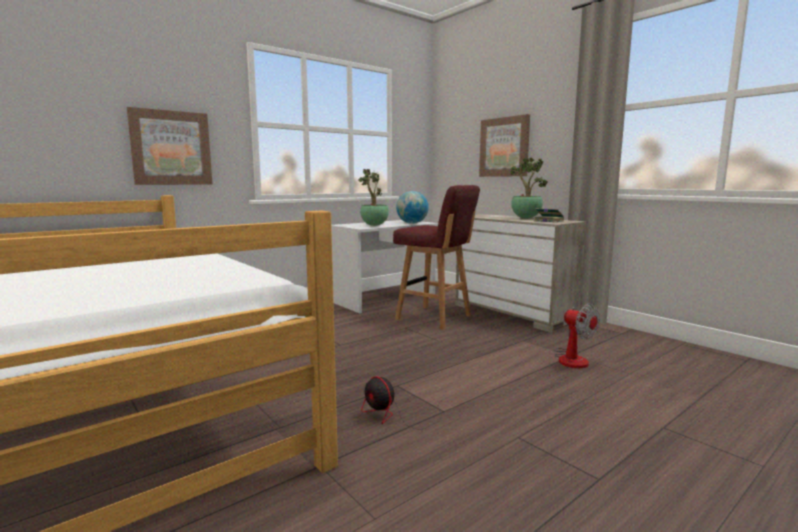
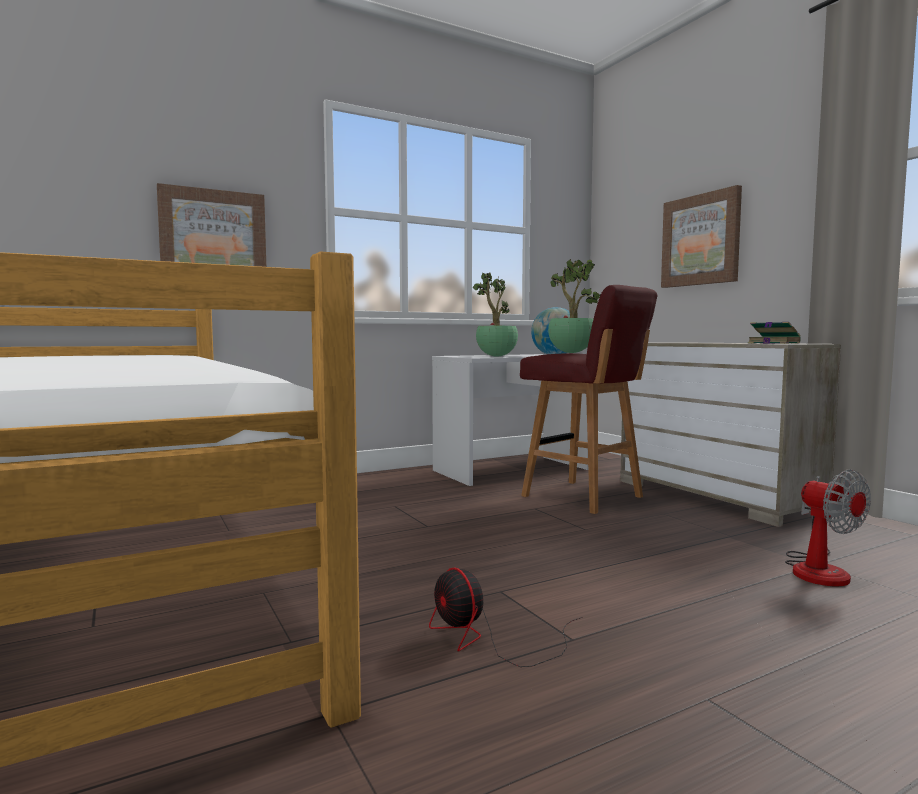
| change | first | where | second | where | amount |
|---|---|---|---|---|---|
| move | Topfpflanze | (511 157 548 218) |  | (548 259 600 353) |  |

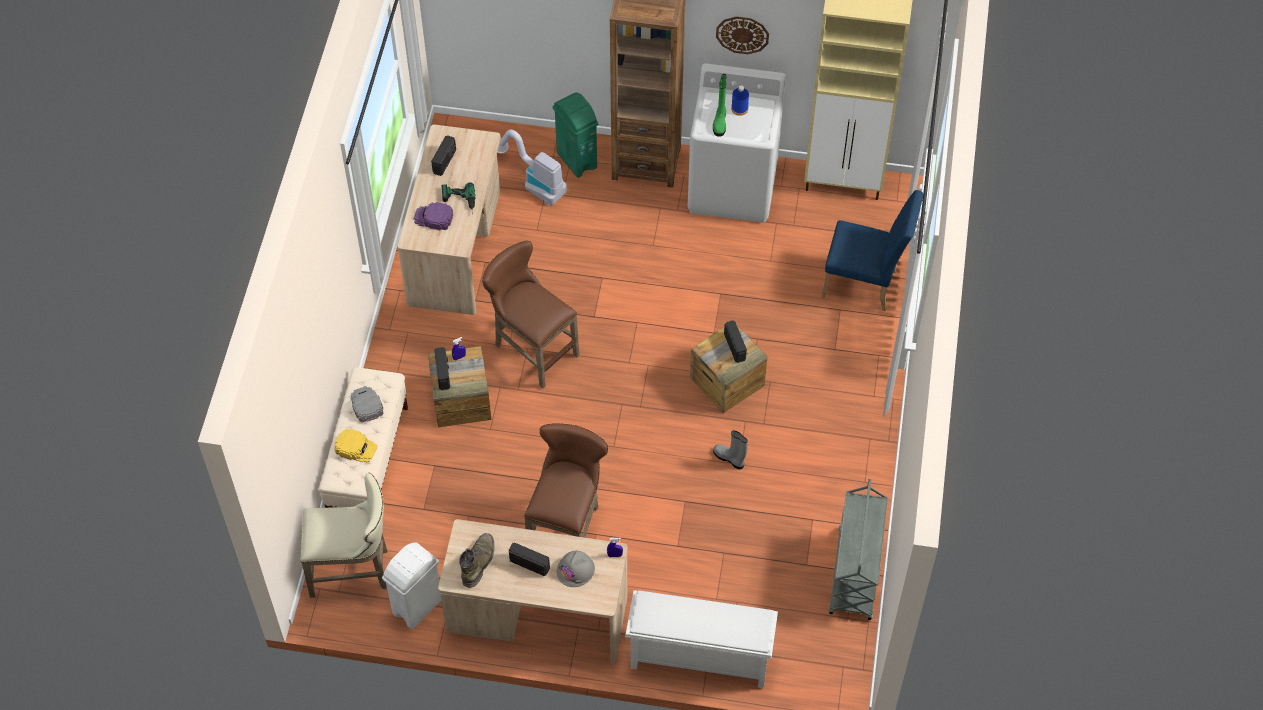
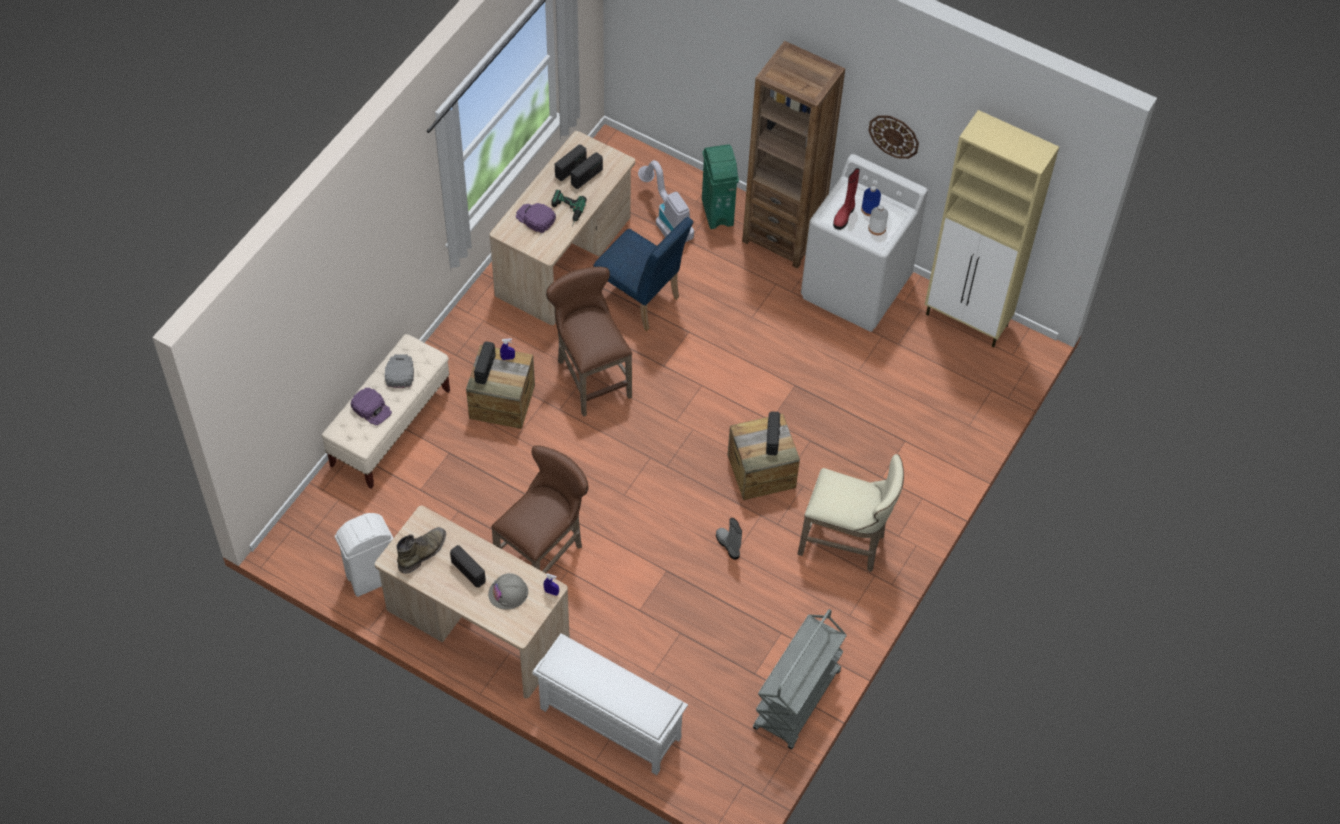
| change | first | where | second | where | amount |
|---|---|---|---|---|---|
| move | Hocker [beige] | (301 473 388 598) |  | (797 454 904 572) |  |
| recolor | Kappe [gelb] | (335 429 377 463) | Kappe [lila] | (351 388 392 426) |  |
| recolor | Stiefel [grün] | (713 74 726 137) | Stiefel [rot] | (833 168 860 230) |  |
| move | Stuhl [blau] | (822 190 923 311) |  | (593 217 694 331) |  |
| insert |  |  | Radio | (570 153 603 189) |  |
| insert |  |  | Flasche [weiß] | (868 205 888 235) |  |

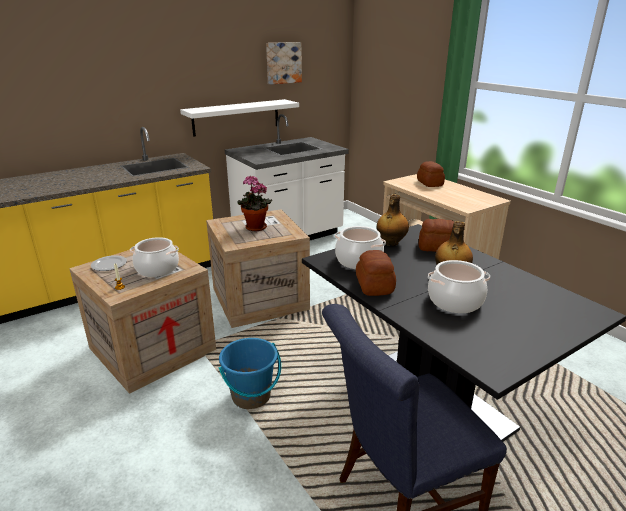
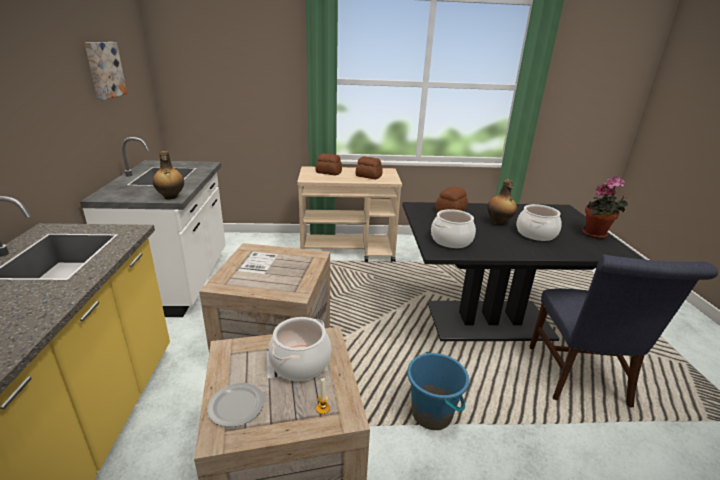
| change | first | where | second | where | amount |
|---|---|---|---|---|---|
| delete | Wandregal [weiß] | (180 99 299 137) |  |  |  |
| move | Topfpflanze | (237 175 272 232) |  | (582 176 628 239) |  |
| move | Brot | (356 250 396 296) |  | (355 156 383 180) |  |
| move | Flasche | (377 194 409 246) |  | (153 151 184 200) |  |

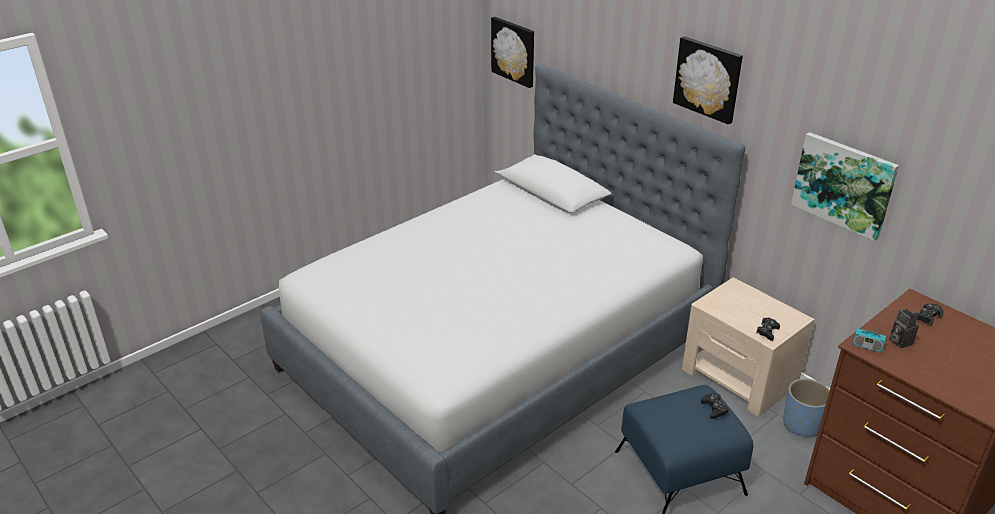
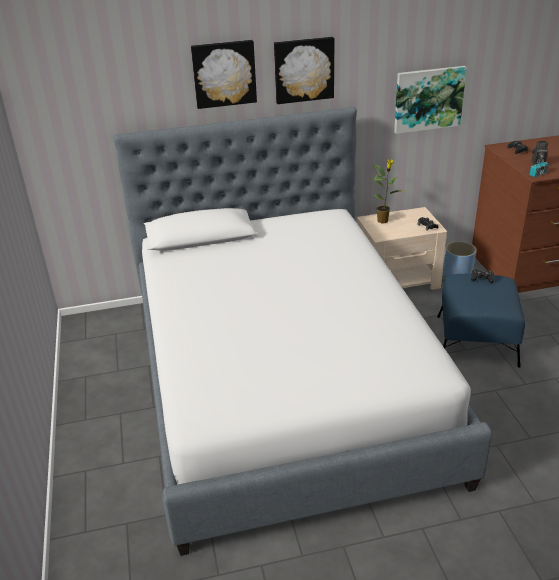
| change | first | where | second | where | amount |
|---|---|---|---|---|---|
| move | Bild | (491 17 534 88) |  | (191 40 257 109) |  |
| insert |  |  | Topfpflanze | (369 159 404 223) |  |

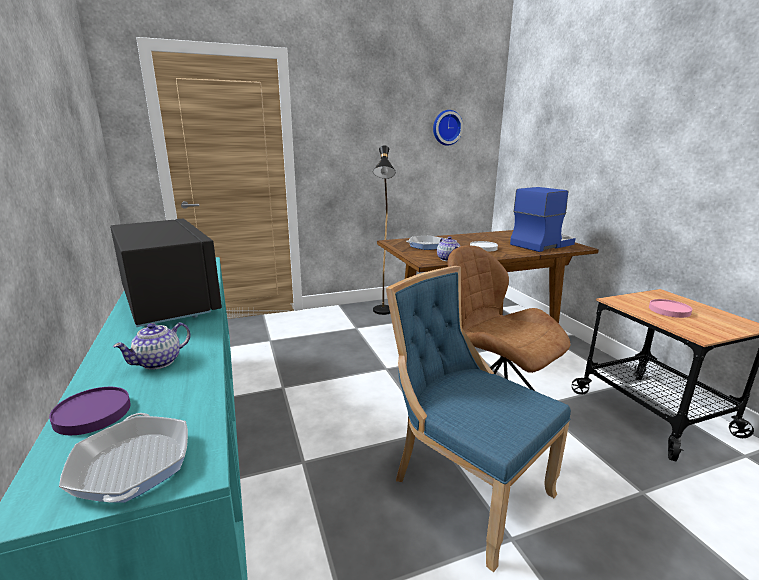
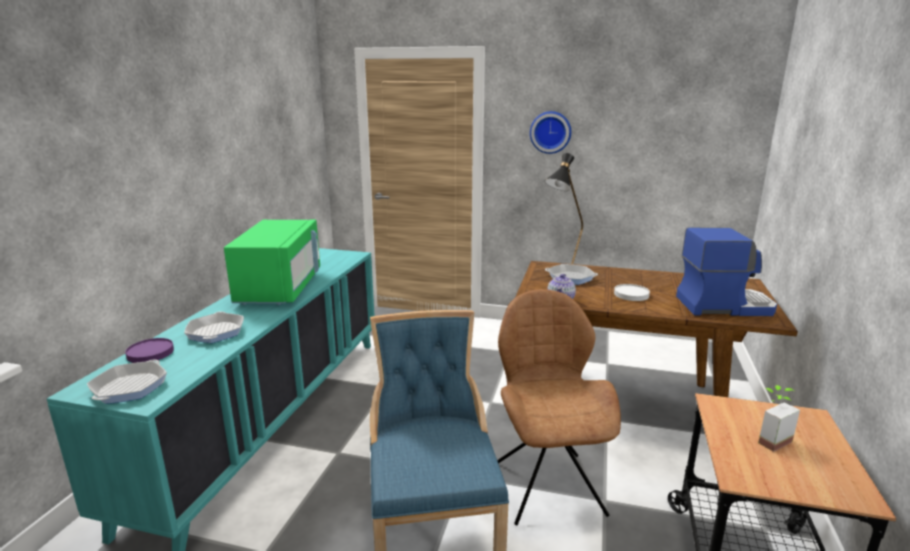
| change | first | where | second | where | amount |
|---|---|---|---|---|---|
| recolor | Mikrowelle [schwarz] | (110 218 222 328) | Mikrowelle [grün] | (224 219 320 305) |  |
| replace | Teekanne | (113 322 190 370) | Pfanne | (184 311 244 343) |  |
| move | Wanduhr | (433 110 463 146) |  | (530 111 571 154) |  |
| replace | Teller [rosa] | (649 299 692 318) | Topfpflanze | (758 385 800 452) |  |

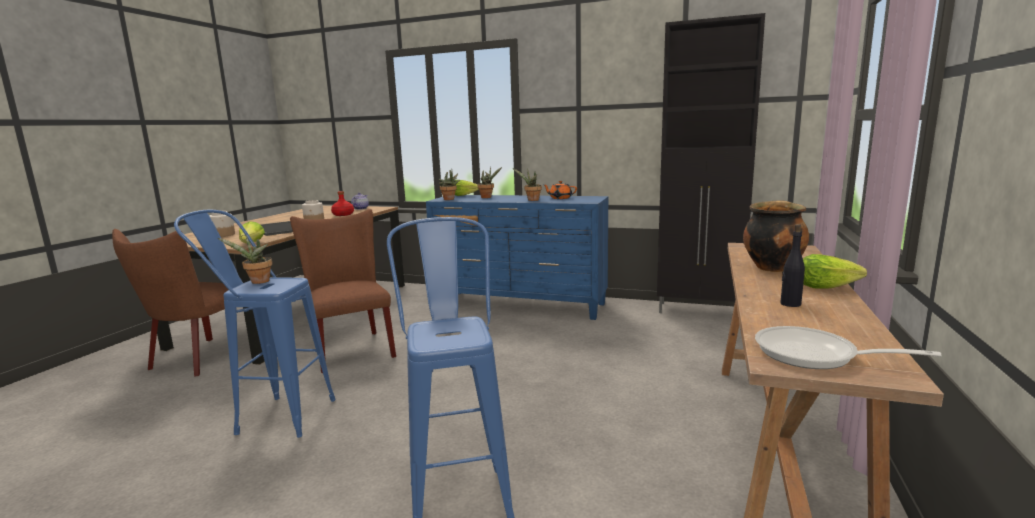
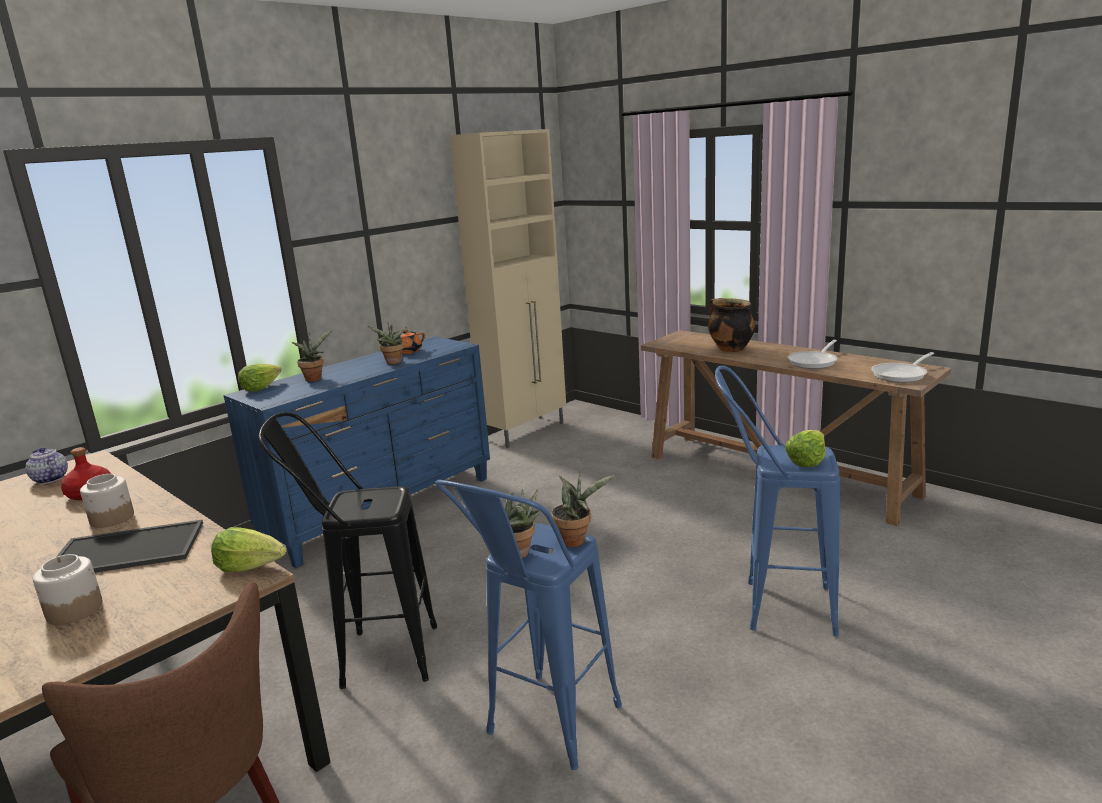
| change | first | where | second | where | amount |
|---|---|---|---|---|---|
| replace | Stuhl [braun] | (290 209 396 373) | Hocker [schwarz] | (258 412 437 689) |  |
| move | Topfpflanze | (438 169 460 200) |  | (551 470 615 547) |  |
| recolor | Schrank [schwarz] | (657 13 765 313) | Schrank [beige] | (450 129 566 448) |  |
| replace | Flasche [schwarz] | (780 224 805 307) | Pfanne | (787 340 838 369) |  |
| move | Salatkopf | (803 254 867 289) |  | (785 430 825 467) |  |

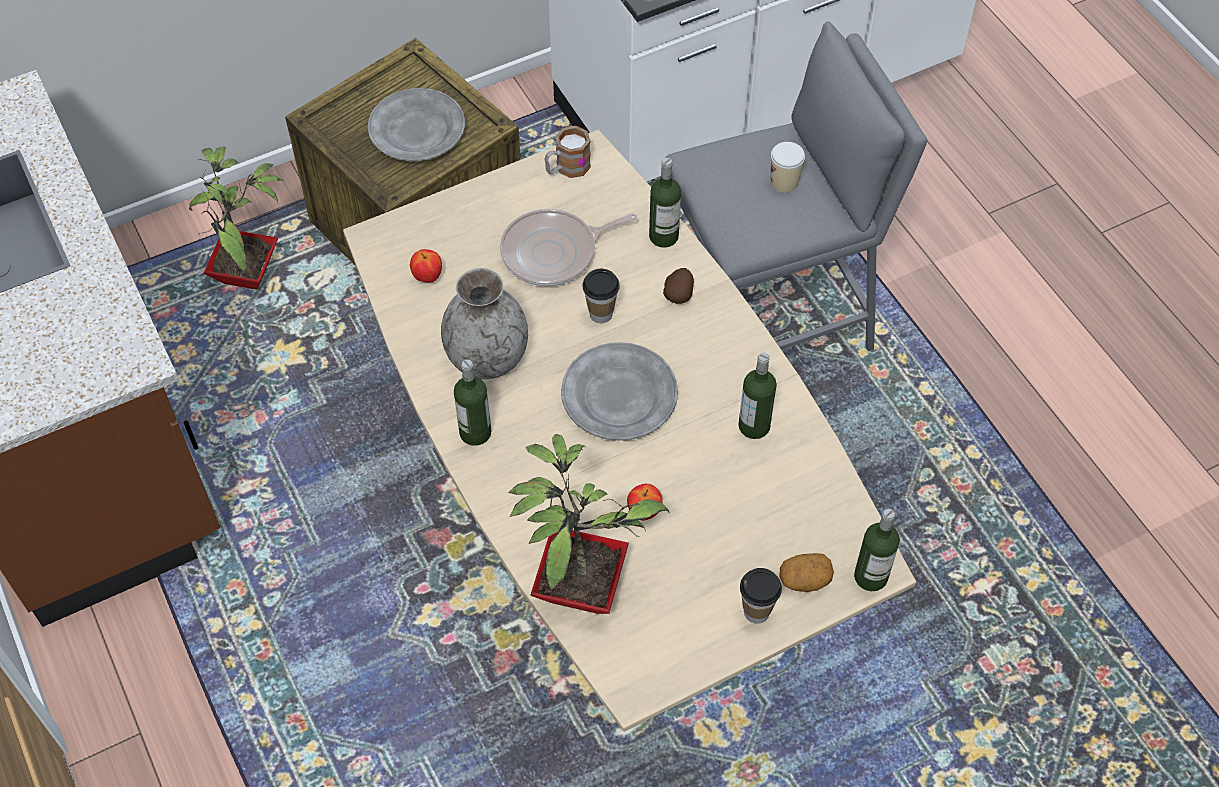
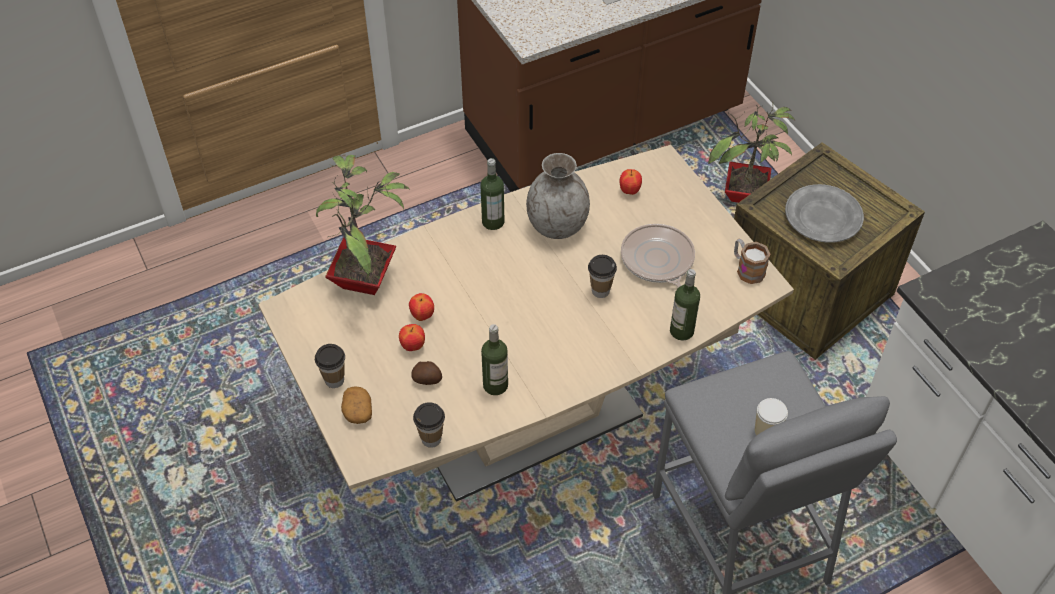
| change | first | where | second | where | amount |
|---|---|---|---|---|---|
| delete | Teller [grau] | (561 342 678 441) |  |  |  |
| move | Kartoffel | (663 268 694 304) |  | (411 361 442 385) |  |
| delete | Flasche | (854 509 900 591) |  |  |  |
| insert |  |  | Apfel | (399 324 425 351) |  |
| insert |  |  | Tasse | (413 402 445 448) |  |

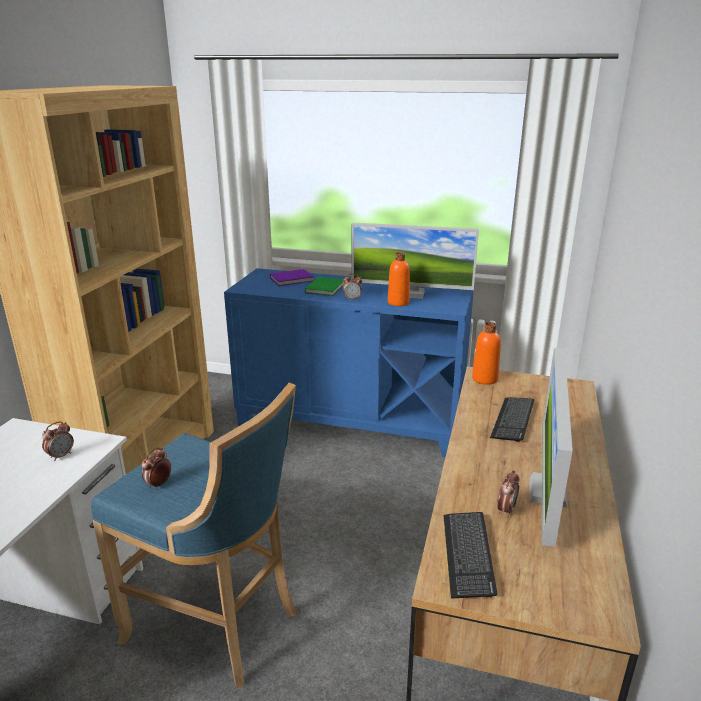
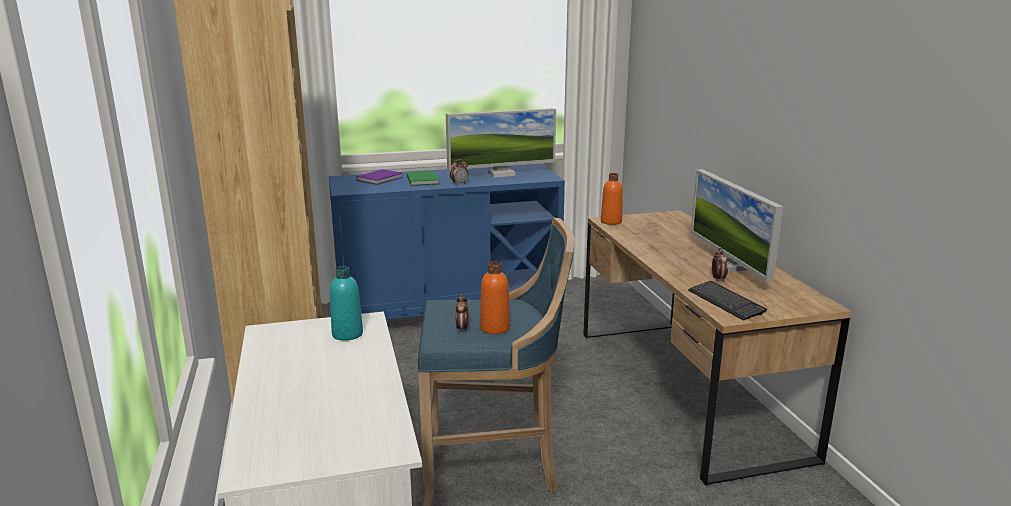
| change | first | where | second | where | amount |
|---|---|---|---|---|---|
| replace | Wecker | (42 421 74 461) | Flasche [türkis] | (330 266 363 341) |  |
| move | Flasche [orange] | (388 252 410 306) |  | (480 261 510 334) |  |
| delete | Tastatur | (490 397 534 443) |  |  |  |

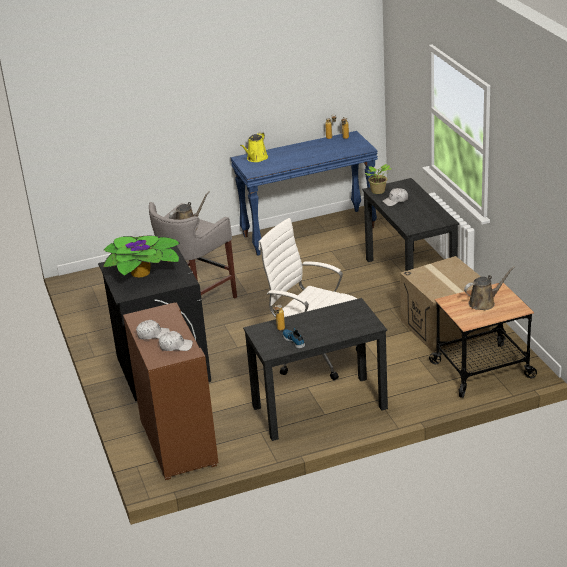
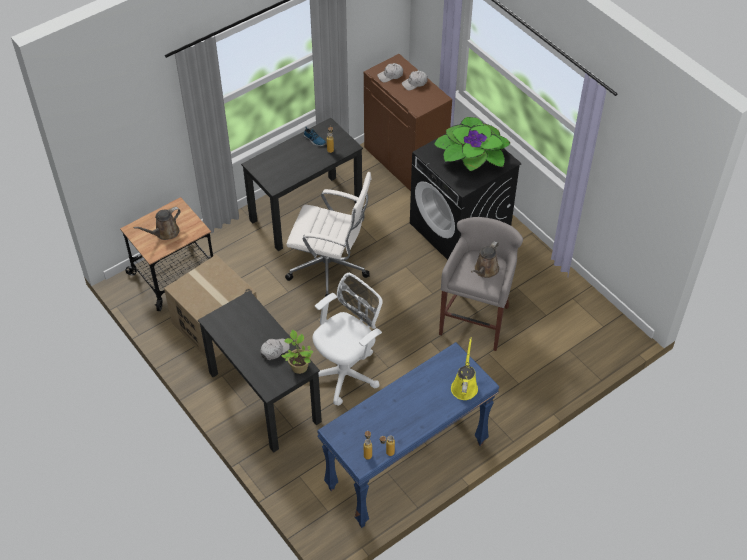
| change | first | where | second | where | amount |
|---|---|---|---|---|---|
| insert |  |  | Bürostuhl [weiß] | (313 273 383 406) |  |

